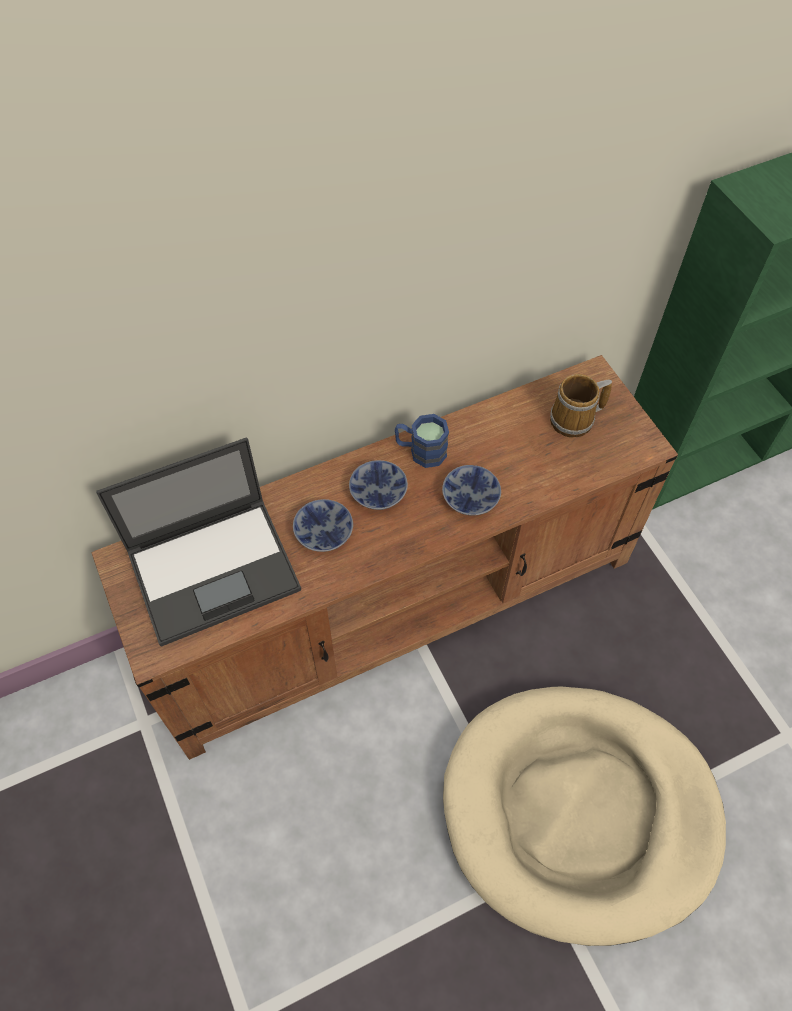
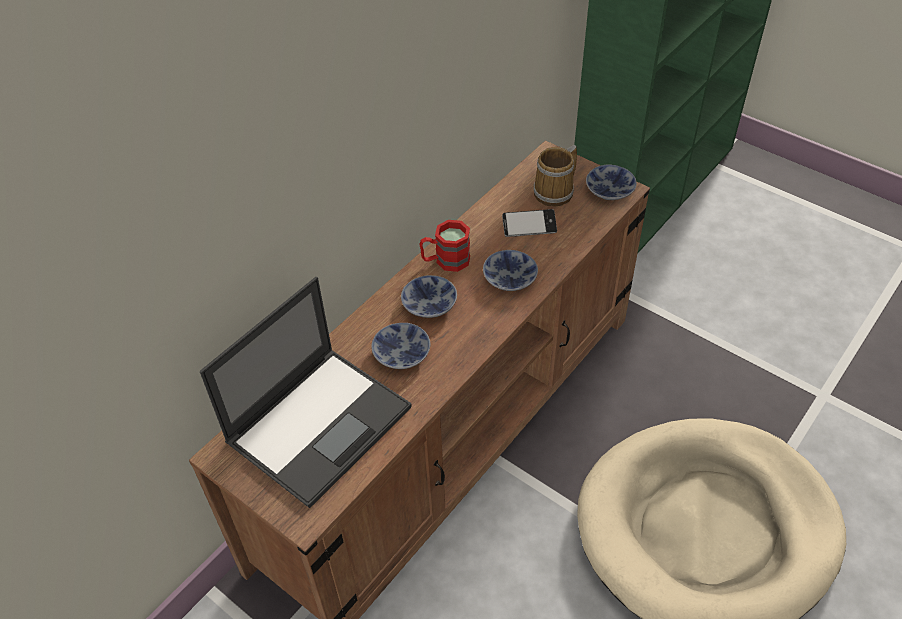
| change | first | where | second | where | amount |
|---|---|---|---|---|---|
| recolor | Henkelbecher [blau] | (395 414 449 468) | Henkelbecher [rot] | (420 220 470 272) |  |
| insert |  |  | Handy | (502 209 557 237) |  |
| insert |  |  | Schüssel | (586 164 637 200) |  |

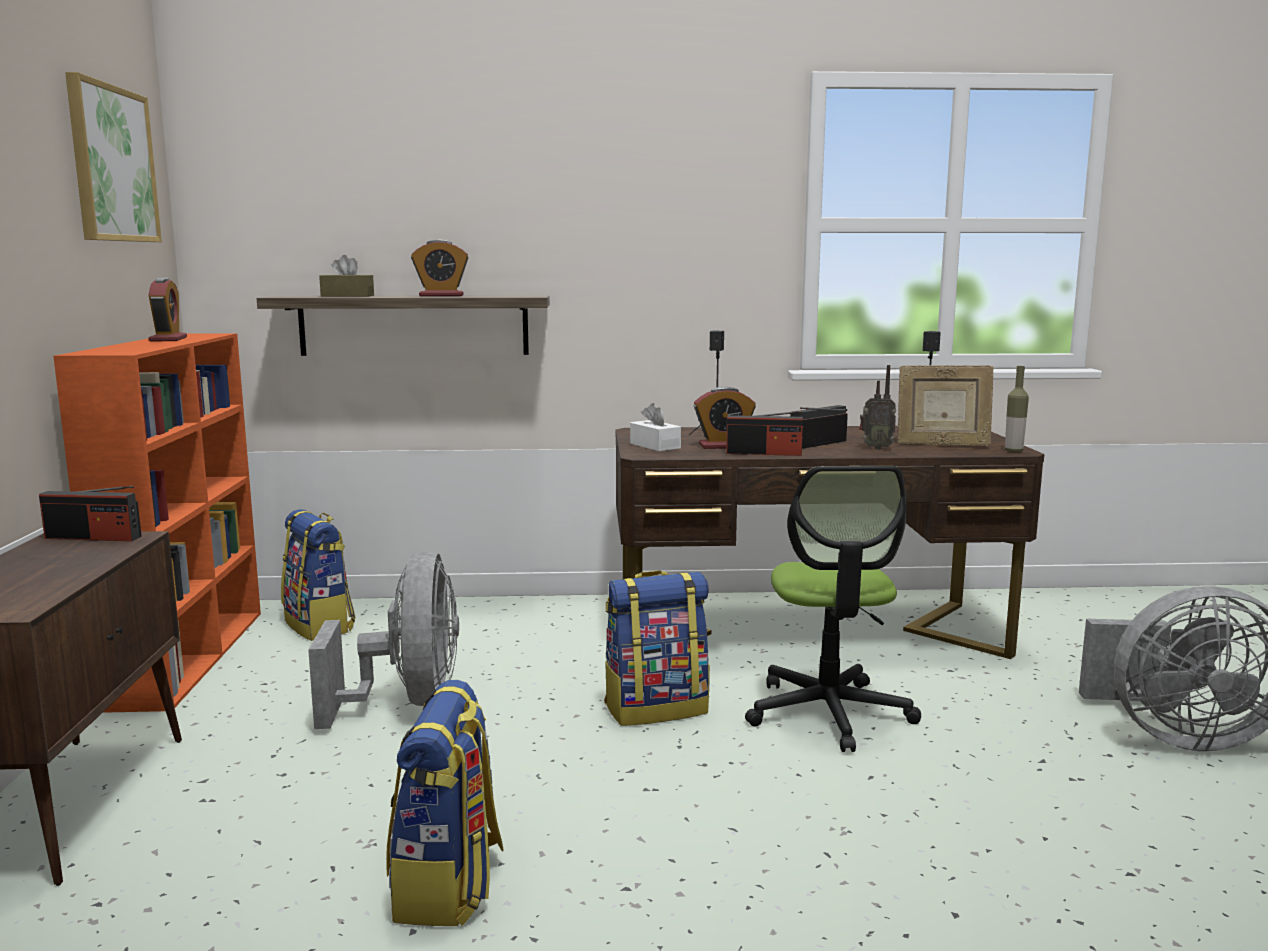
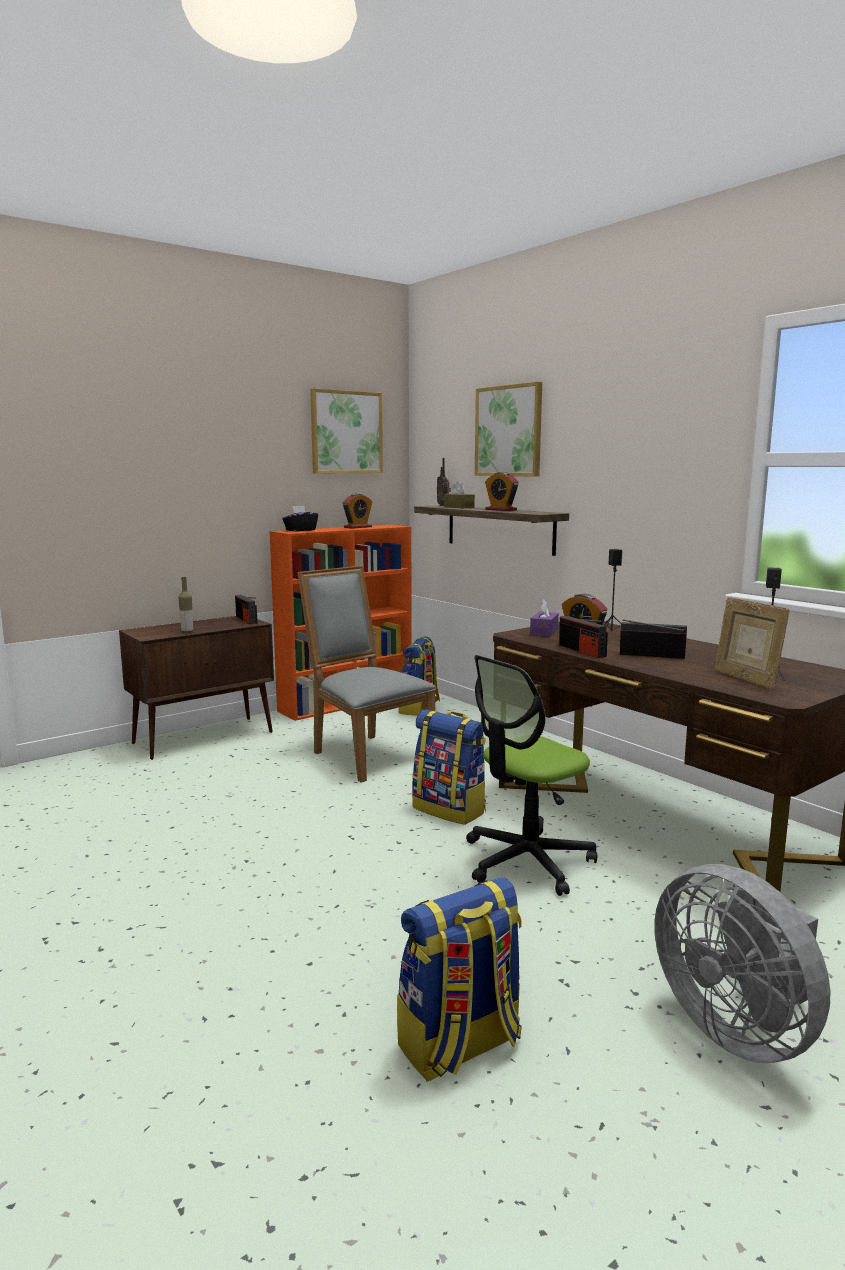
| change | first | where | second | where | amount |
|---|---|---|---|---|---|
| replace | Ventilator [grau] | (308 551 459 729) | Stuhl [grau] | (297 565 436 783) |  |
| move | Rucksack | (386 680 504 926) |  | (397 877 522 1081) |  |
| recolor | Taschentuchbox [weiß] | (630 403 681 451) | Taschentuchbox [lila] | (530 599 559 636) |  |
| move | Radio | (859 365 896 450) |  | (437 458 451 506) |  |
| move | Flasche | (1005 366 1029 452) |  | (179 577 193 633) |  |
| insert |  |  | Taschentuchbox [schwarz] | (282 506 318 531) |  |
| insert |  |  | Bild | (475 382 542 477) |  |

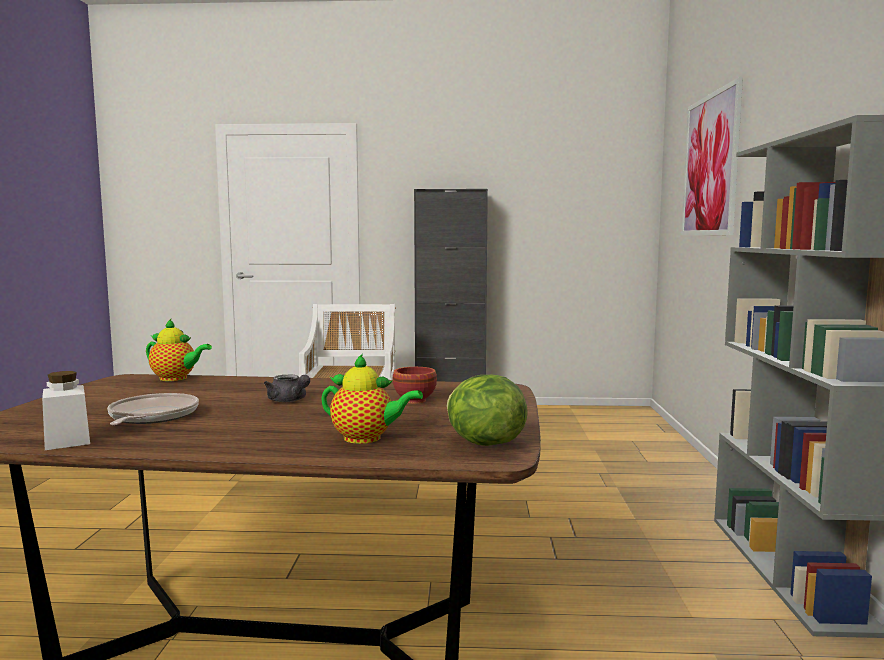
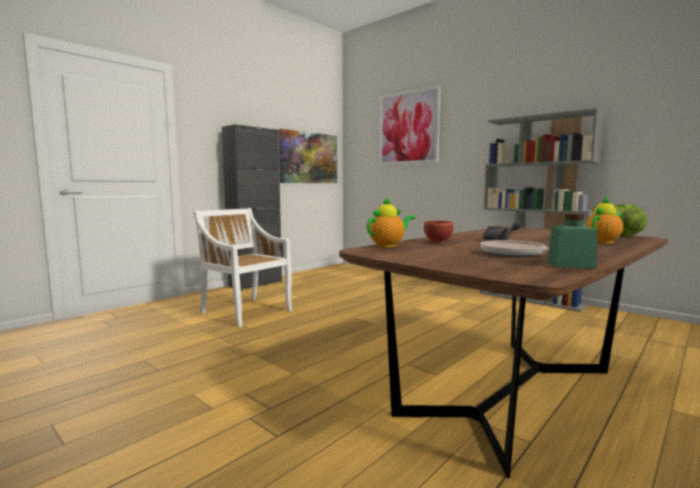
| change | first | where | second | where | amount |
|---|---|---|---|---|---|
| recolor | Vorratsglas [weiß] | (42 371 90 450) | Vorratsglas [grün] | (547 214 598 269) |  |
| move | Schüssel [rot] | (392 367 437 403) |  | (424 221 453 243) |  |
| insert |  |  | Bild | (279 129 337 183) |  |

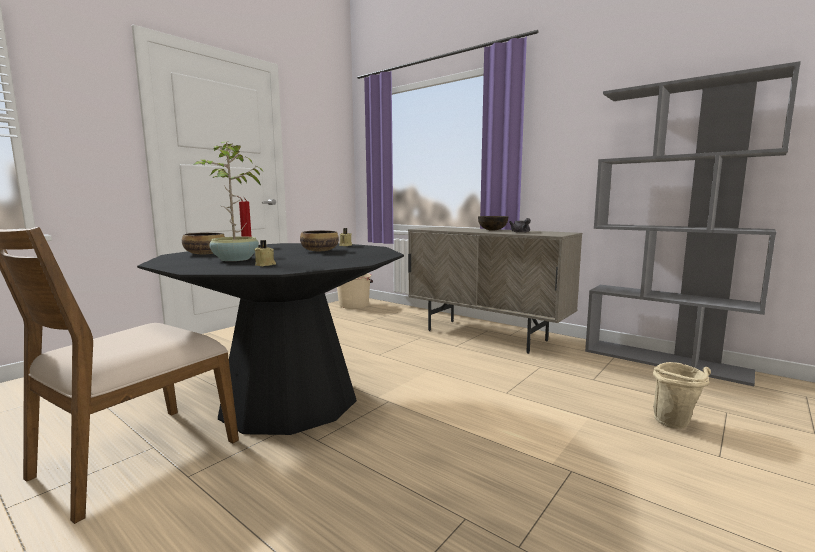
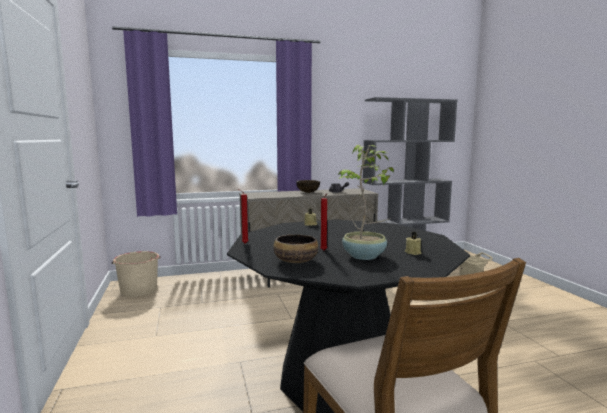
| change | first | where | second | where | amount |
|---|---|---|---|---|---|
| delete | Schüssel | (300 230 339 251) |  |  |  |

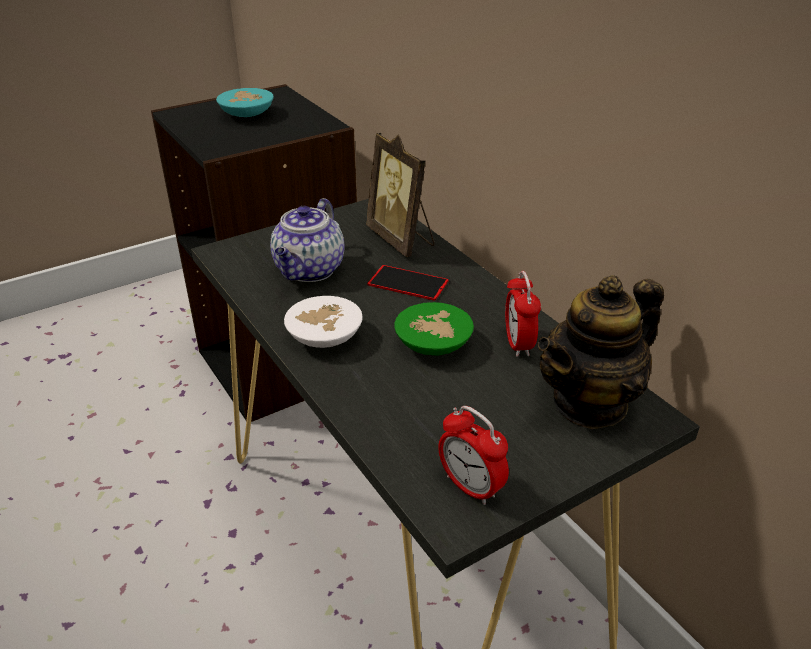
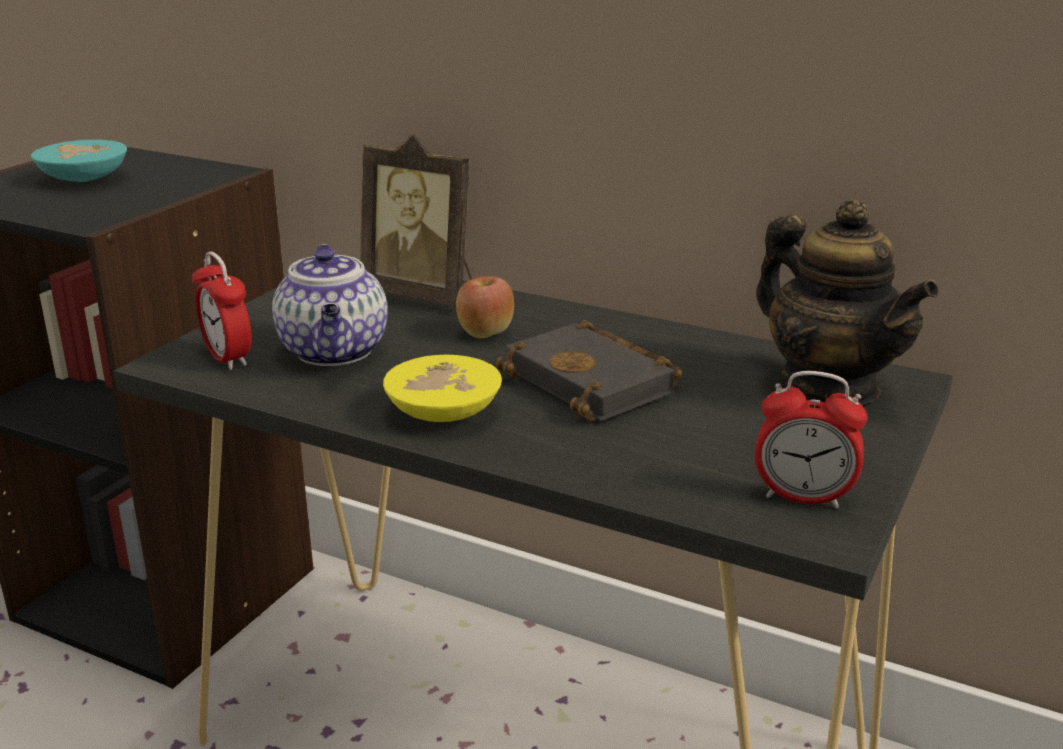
| change | first | where | second | where | amount |
|---|---|---|---|---|---|
| recolor | Schüssel [weiß] | (284 296 363 348) | Schüssel [gelb] | (383 355 502 422) |  |
| replace | Handy | (367 265 449 300) | Apfel | (456 276 514 338) |  |
| replace | Schüssel [grün] | (395 302 474 355) | Buch [schwarz] | (496 320 682 421) |  |
| move | Wecker | (505 271 541 357) |  | (192 252 252 370) |  |
| rotate | Teekanne | (537 275 664 429) |  | (756 199 939 405) | 60 degrees counterclockwise |

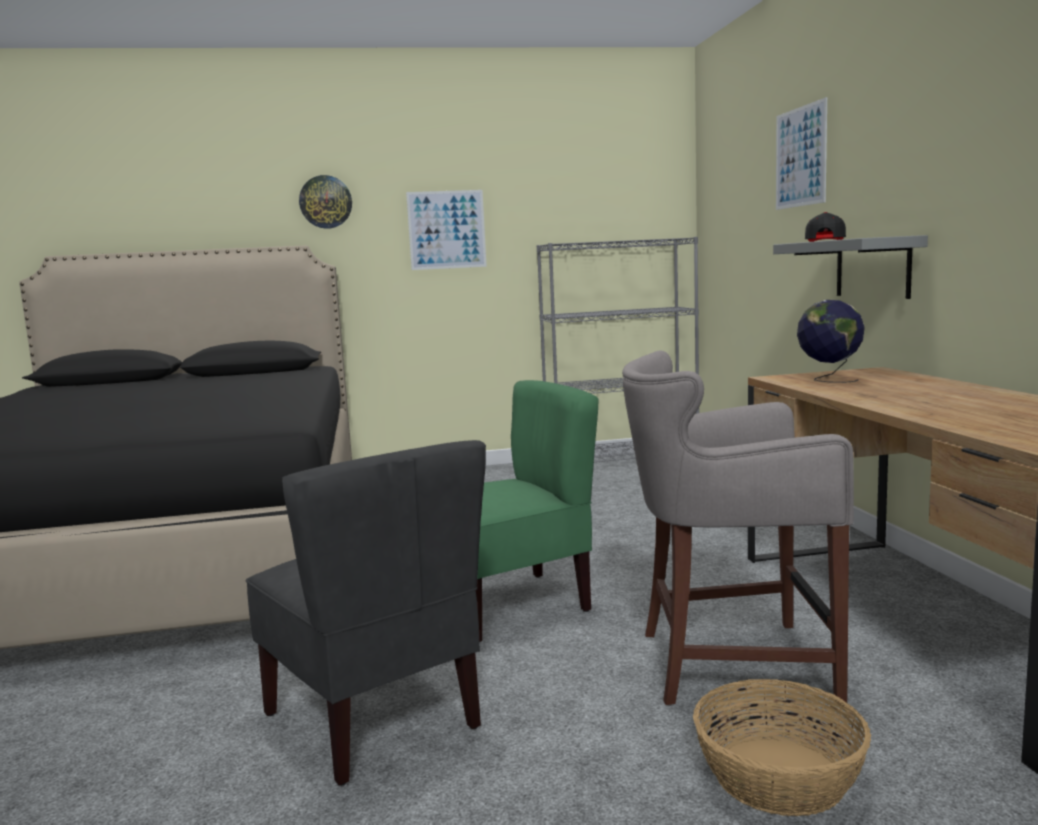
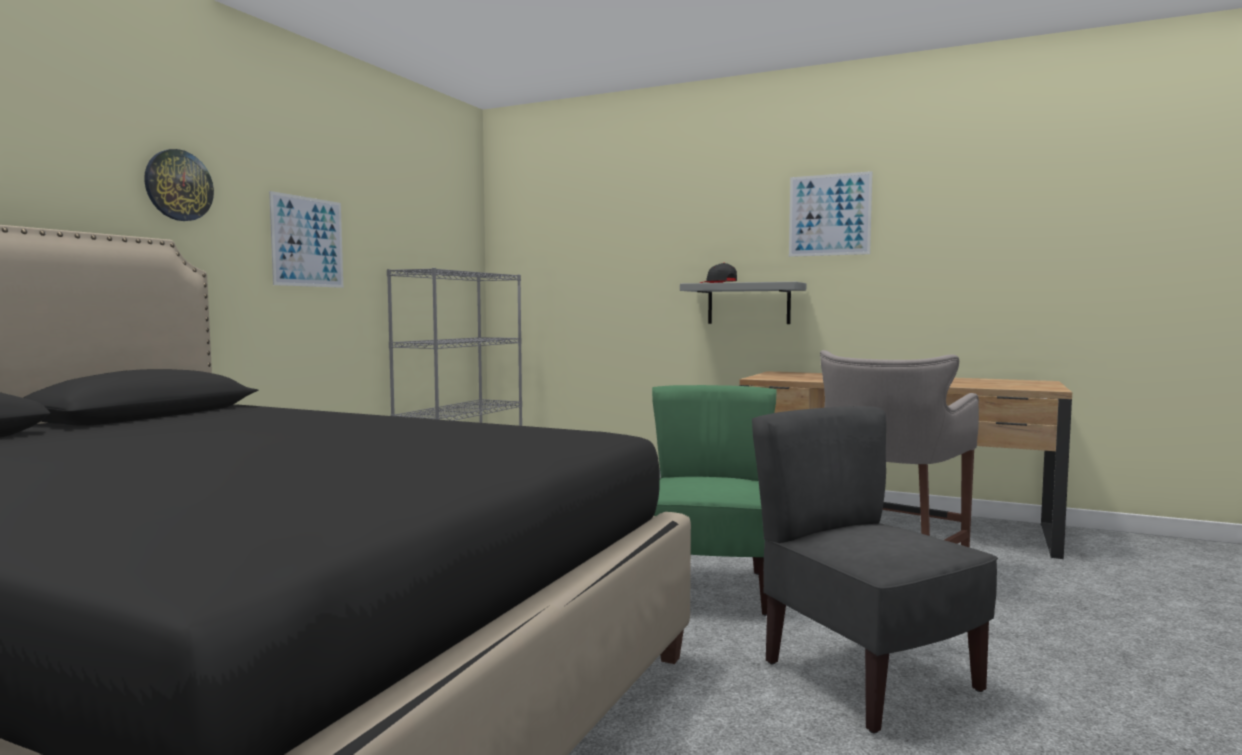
| change | first | where | second | where | amount |
|---|---|---|---|---|---|
| rotate | Stuhl [grau] | (245 440 486 786) |  | (752 406 998 733) | 120 degrees counterclockwise |
| delete | Korb | (693 679 871 816) |  |  |  |
| move | Bild | (776 97 827 210) |  | (789 171 872 257) |  |
| delete | Globus | (797 300 865 383) |  |  |  |

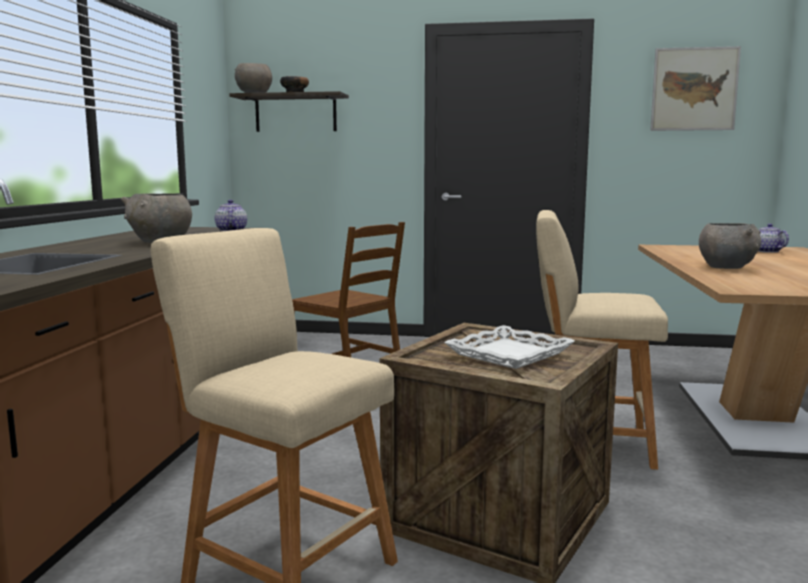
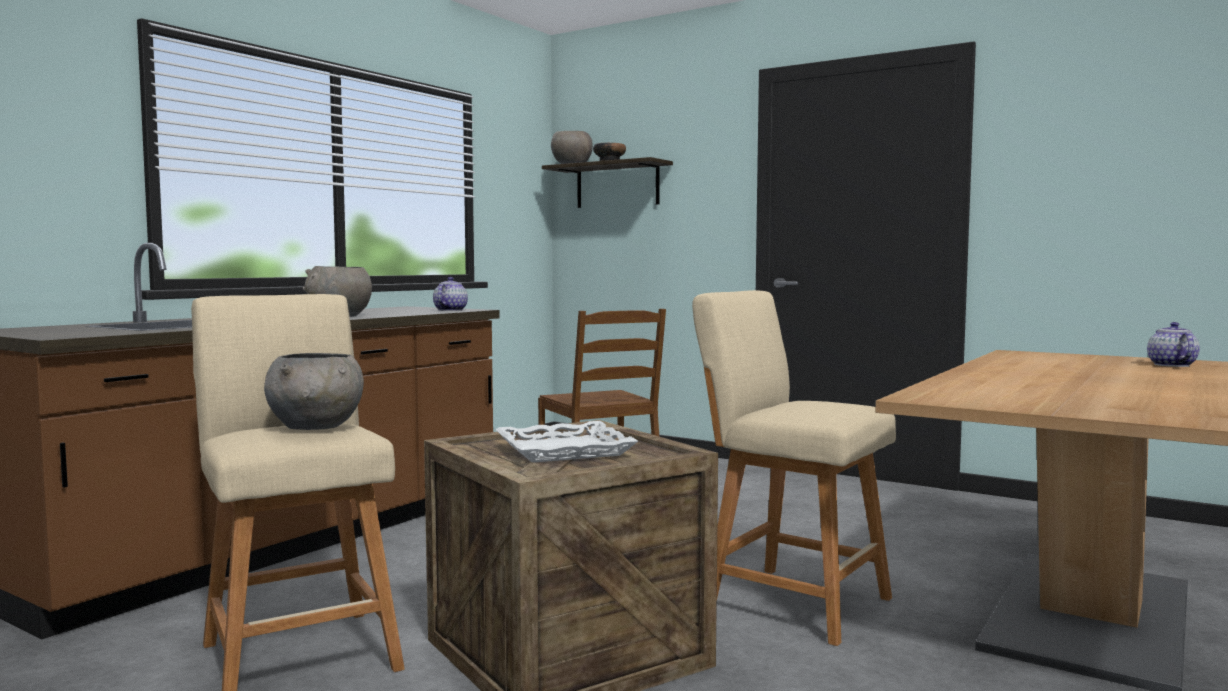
| change | first | where | second | where | amount |
|---|---|---|---|---|---|
| delete | Bild | (650 46 741 131) |  |  |  |
| move | Schüssel [grau] | (699 223 761 269) |  | (264 353 364 430) |  |

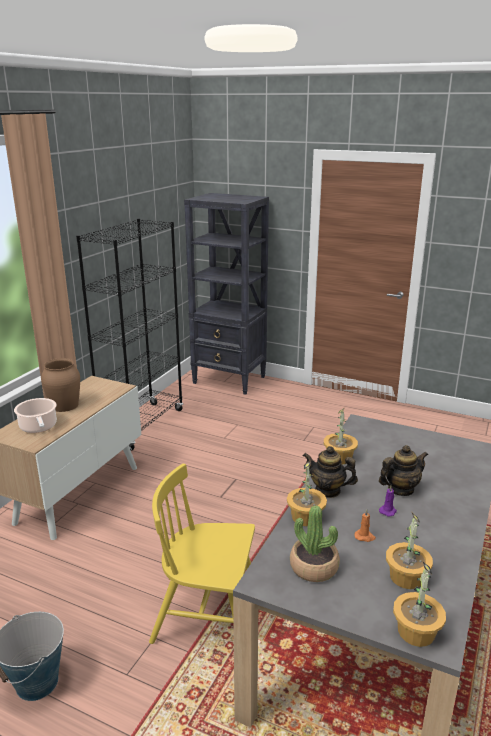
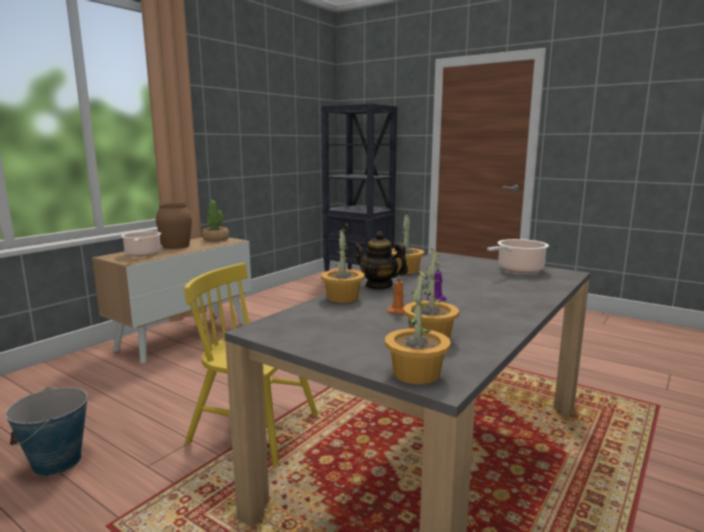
| change | first | where | second | where | amount |
|---|---|---|---|---|---|
| delete | Bücherregal [schwarz] | (76 218 183 450) |  |  |  |
| move | Topfpflanze | (290 505 340 582) |  | (202 200 229 242) |  |
| delete | Teekanne | (379 445 428 496) |  |  |  |
| insert |  |  | Kochtopf | (487 239 549 273) |  |

